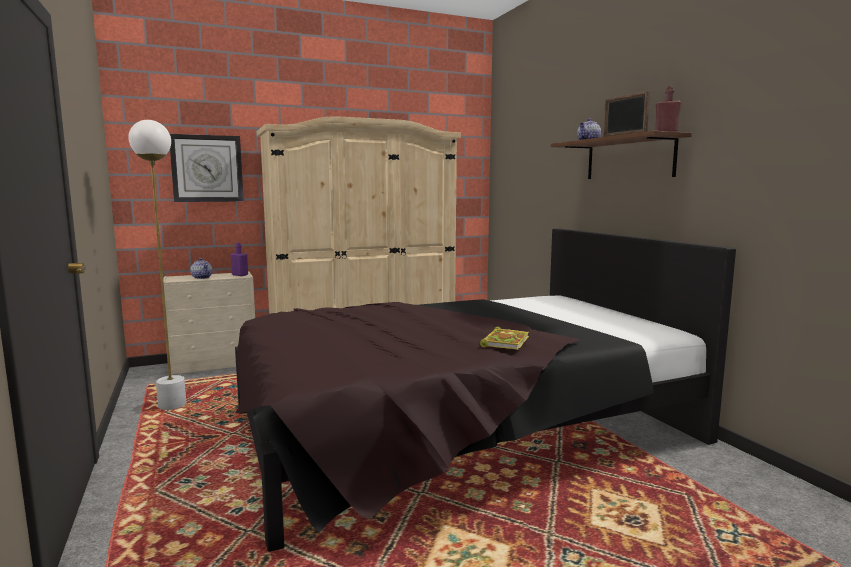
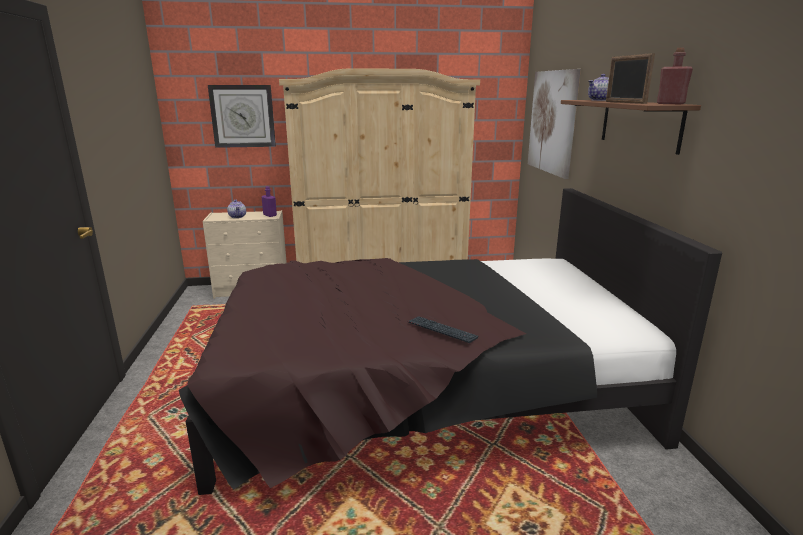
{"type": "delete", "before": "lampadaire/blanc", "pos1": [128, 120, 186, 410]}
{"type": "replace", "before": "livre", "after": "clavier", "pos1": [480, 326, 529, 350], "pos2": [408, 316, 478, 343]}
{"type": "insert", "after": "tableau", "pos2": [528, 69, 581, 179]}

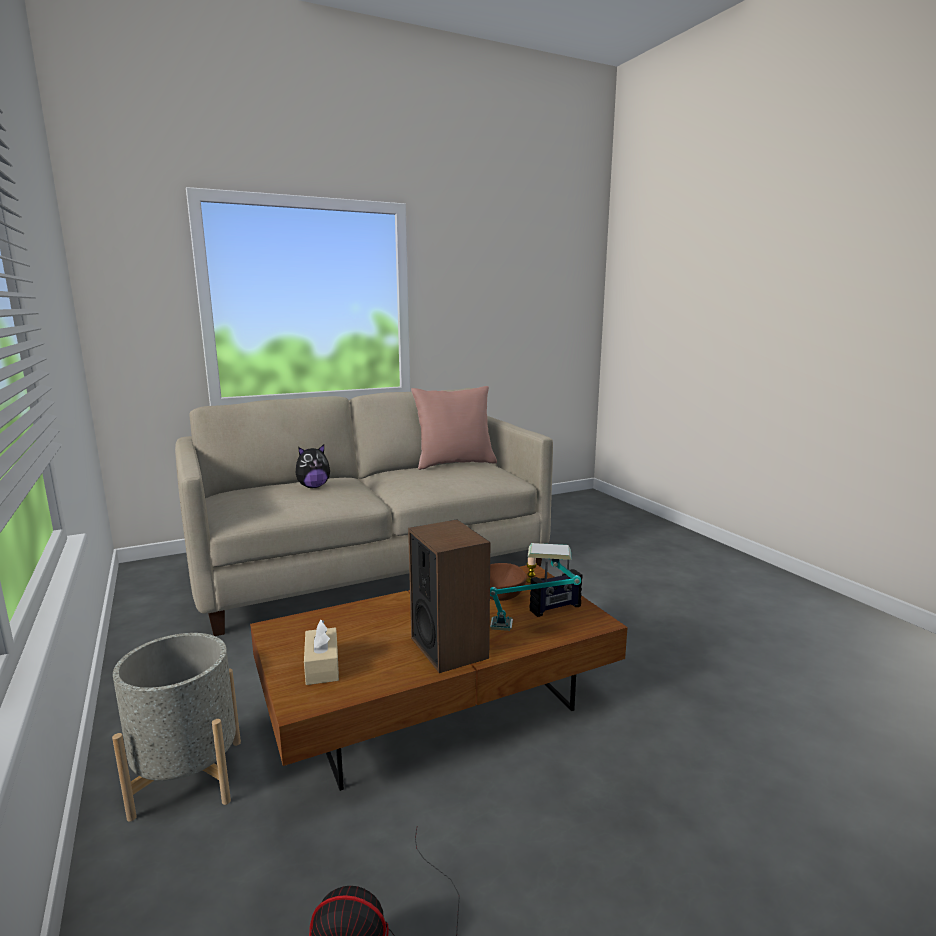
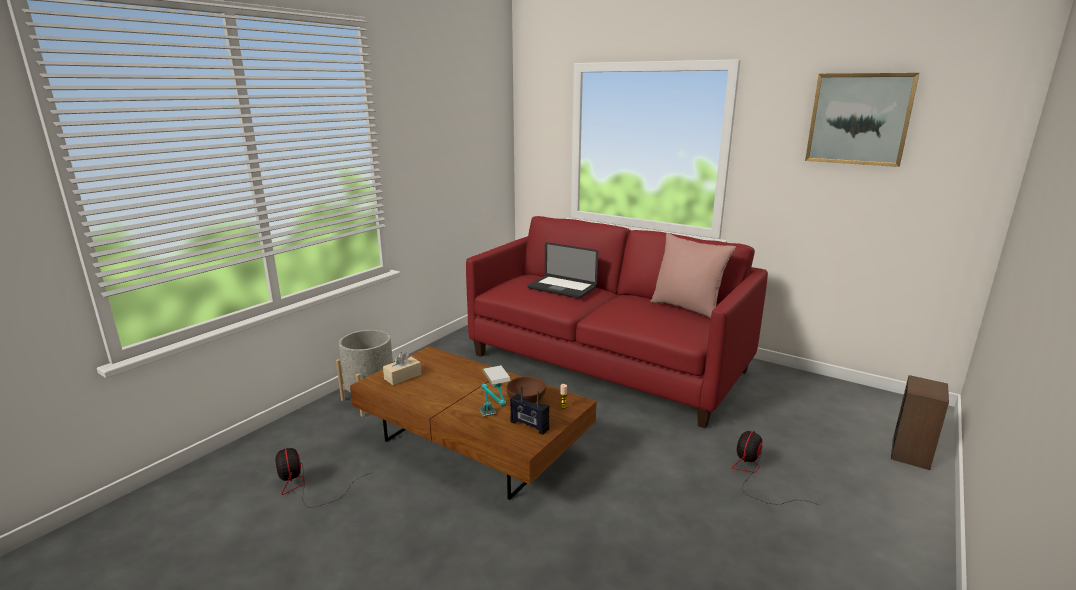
{"type": "recolor", "before": "canapé/beige", "after": "canapé/rouge", "pos1": [175, 388, 553, 636], "pos2": [466, 216, 768, 428]}
{"type": "replace", "before": "peluche", "after": "ordinateur portable", "pos1": [296, 444, 330, 488], "pos2": [527, 242, 598, 298]}
{"type": "move", "before": "enceinte", "pos1": [408, 520, 490, 673], "pos2": [891, 375, 949, 470]}
{"type": "insert", "after": "tableau", "pos2": [805, 73, 920, 167]}
{"type": "insert", "after": "ventilateur", "pos2": [732, 431, 821, 506]}

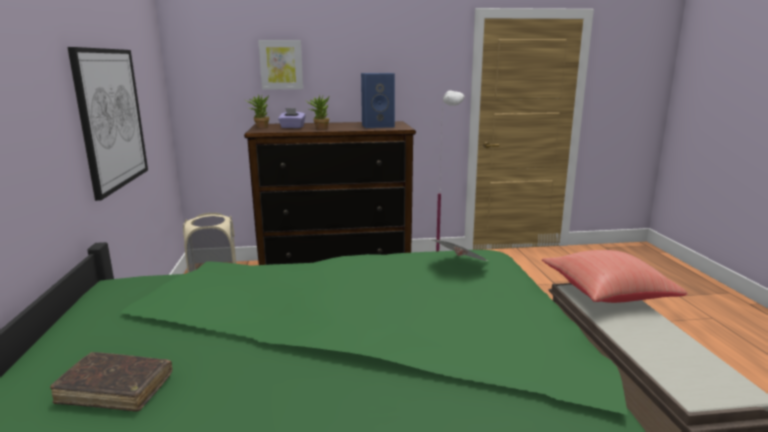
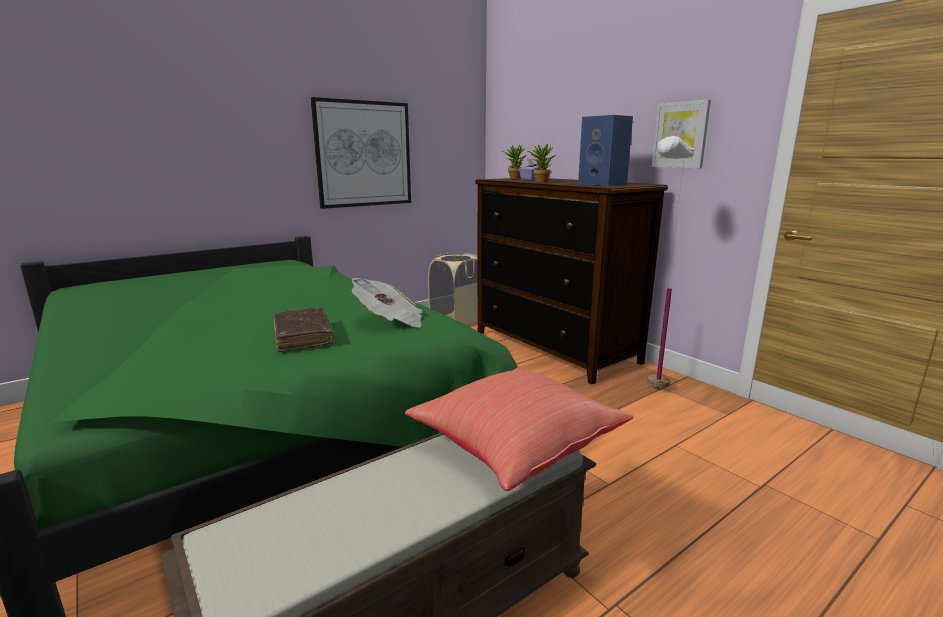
{"type": "move", "before": "tableau", "pos1": [258, 40, 303, 90], "pos2": [651, 100, 711, 168]}
{"type": "move", "before": "livre/marron", "pos1": [50, 352, 172, 412], "pos2": [274, 308, 334, 352]}

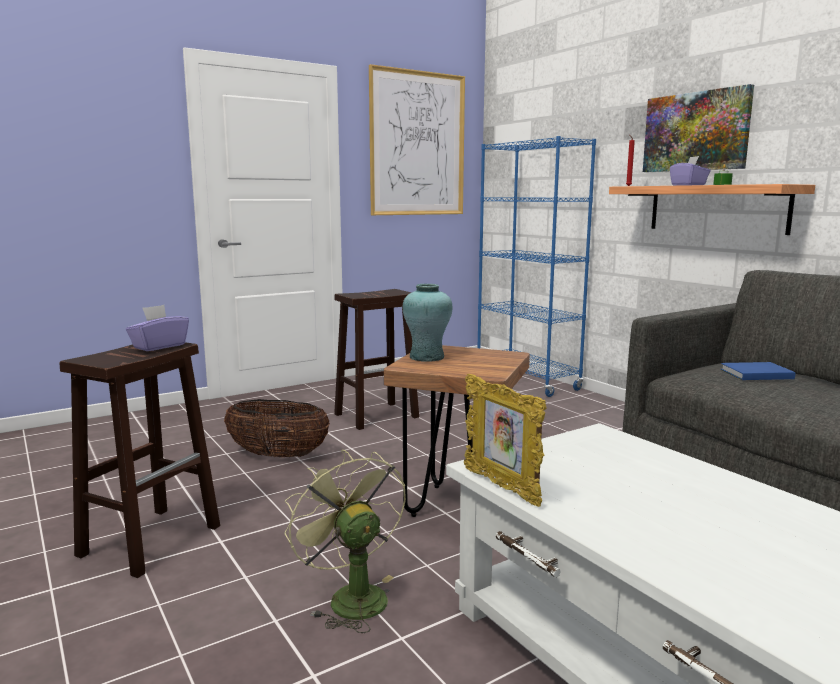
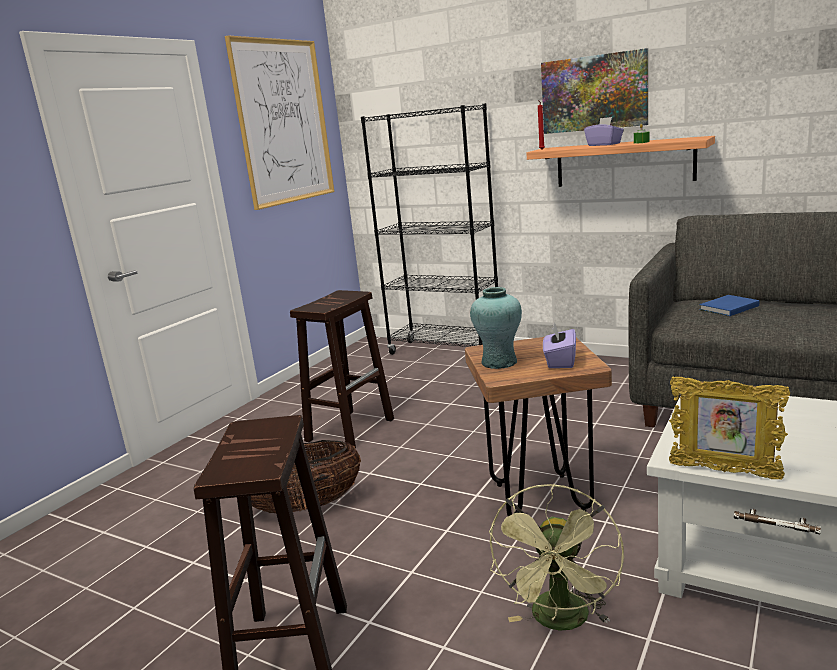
{"type": "recolor", "before": "bibliothèque/bleu", "after": "bibliothèque/noir", "pos1": [478, 136, 596, 397], "pos2": [361, 103, 498, 355]}
{"type": "move", "before": "boîte à mouchoirs/violet", "pos1": [126, 305, 189, 351], "pos2": [543, 322, 576, 368]}
{"type": "rotate", "before": "ventilateur/vert", "pos1": [285, 450, 406, 633], "pos2": [489, 483, 624, 631], "turn": -105}

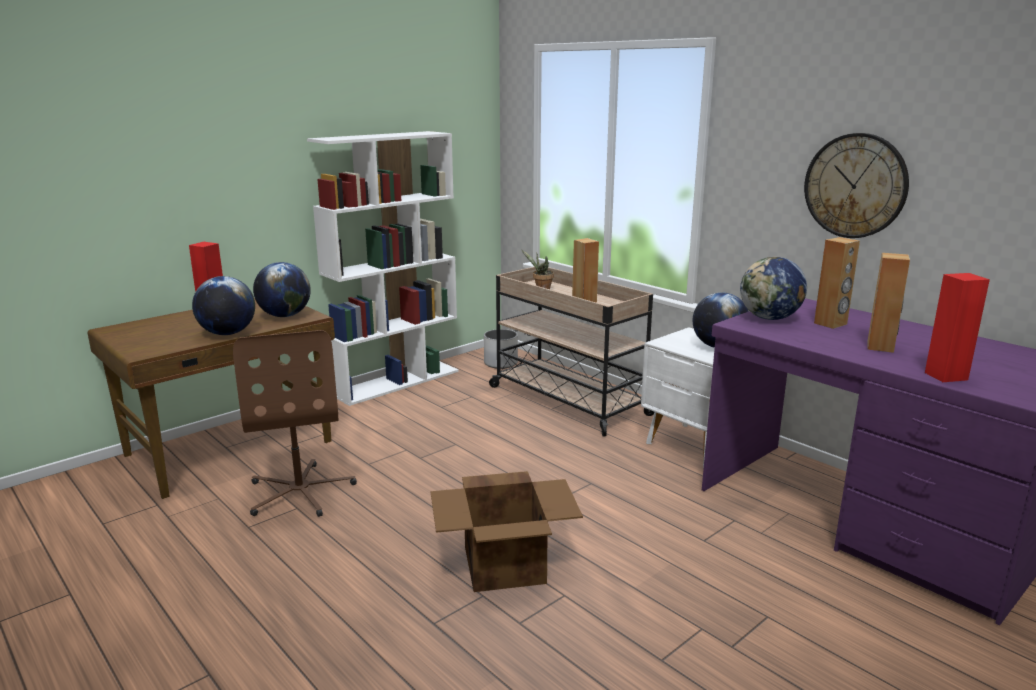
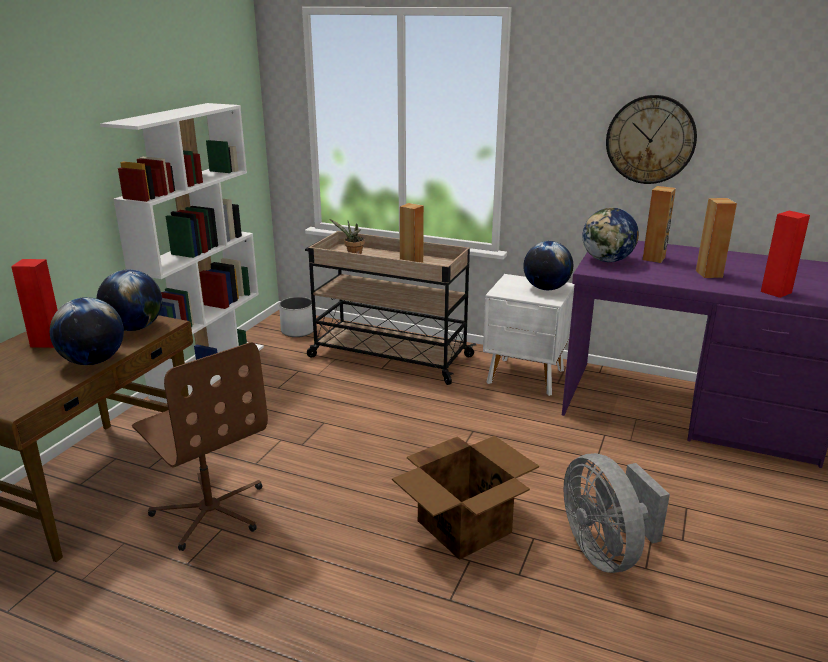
{"type": "insert", "after": "ventilateur/gris", "pos2": [564, 453, 670, 573]}

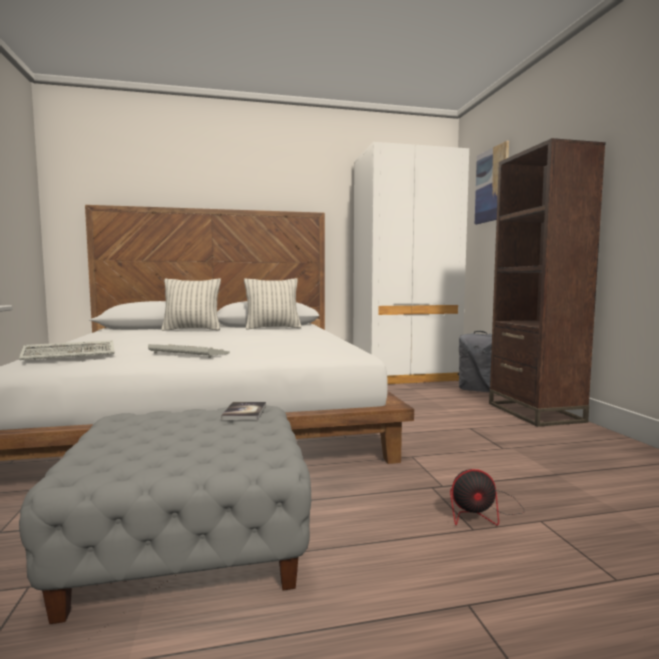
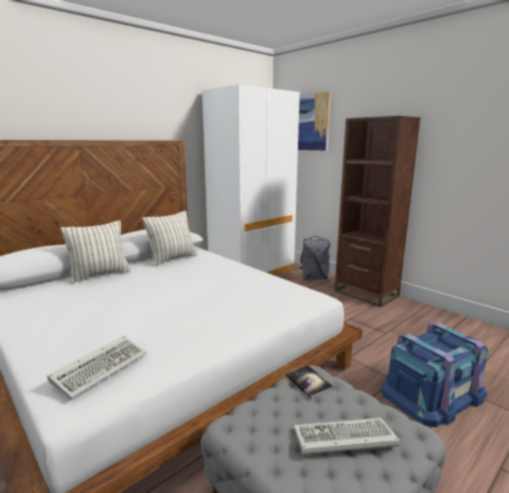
{"type": "move", "before": "clavier", "pos1": [148, 344, 230, 358], "pos2": [294, 418, 400, 455]}
{"type": "replace", "before": "ventilateur", "after": "boîte de rangement/bleu", "pos1": [450, 469, 524, 526], "pos2": [381, 323, 488, 428]}

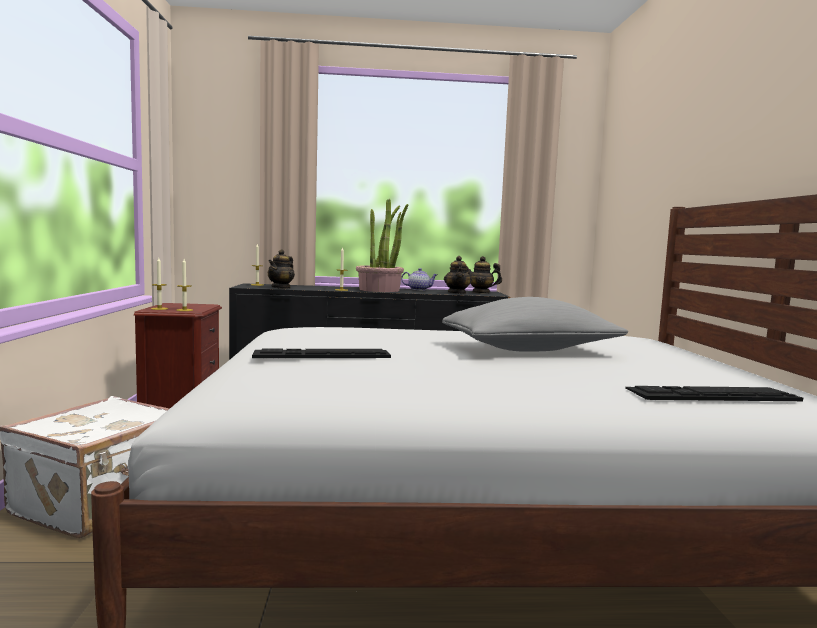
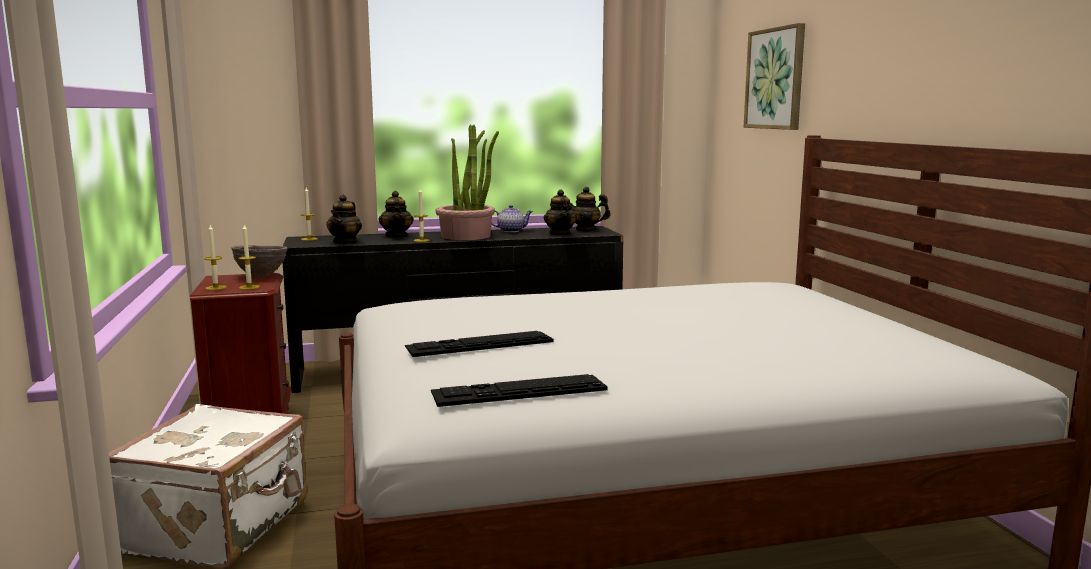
{"type": "delete", "before": "coussin/gris", "pos1": [442, 297, 628, 352]}
{"type": "move", "before": "clavier", "pos1": [625, 386, 803, 401], "pos2": [431, 374, 608, 407]}
{"type": "insert", "after": "tableau", "pos2": [744, 23, 805, 130]}
{"type": "insert", "after": "théière", "pos2": [378, 191, 414, 238]}
{"type": "insert", "after": "bol/marron", "pos2": [231, 245, 287, 277]}

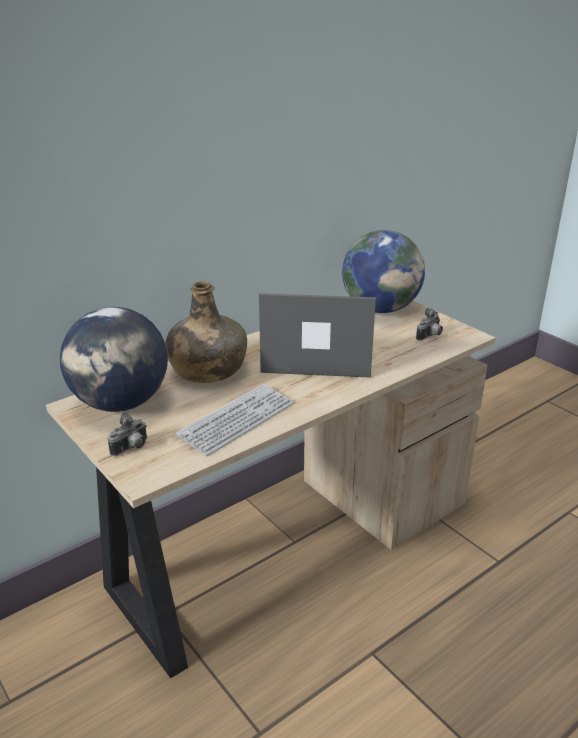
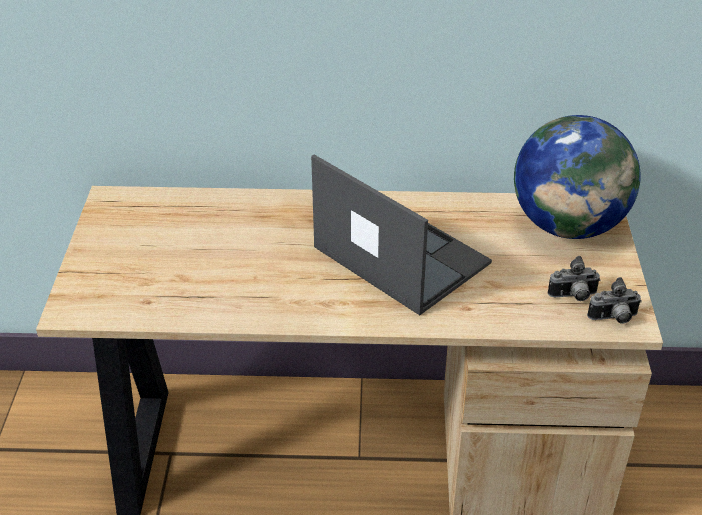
{"type": "delete", "before": "bouteille/vert", "pos1": [165, 281, 247, 383]}
{"type": "delete", "before": "globe", "pos1": [60, 307, 168, 412]}
{"type": "delete", "before": "clavier", "pos1": [176, 384, 294, 456]}
{"type": "move", "before": "appareil photo", "pos1": [108, 413, 147, 456], "pos2": [587, 277, 642, 324]}

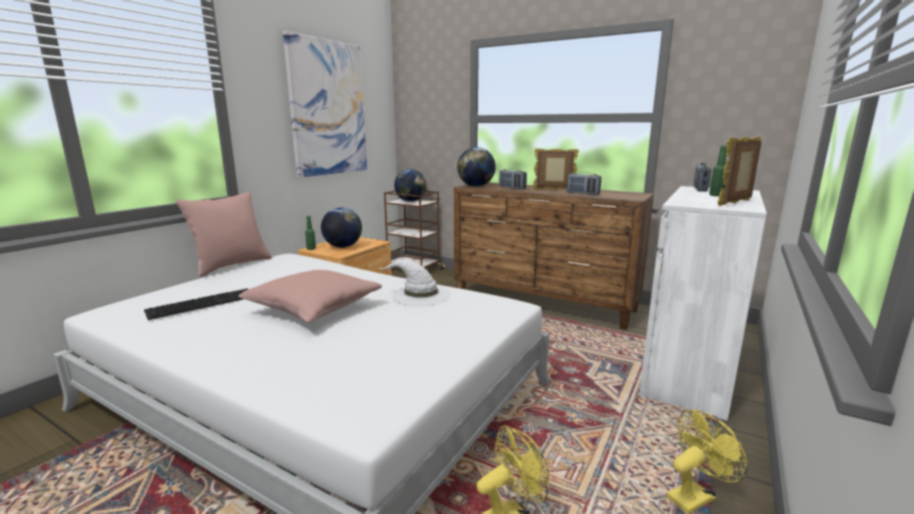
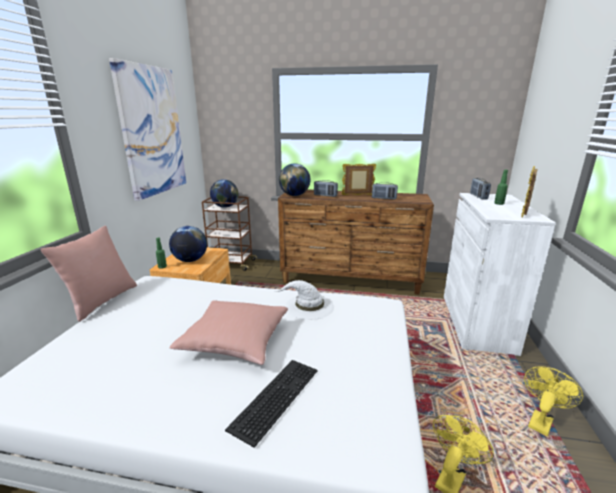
{"type": "move", "before": "clavier", "pos1": [144, 288, 249, 320], "pos2": [225, 360, 318, 448]}

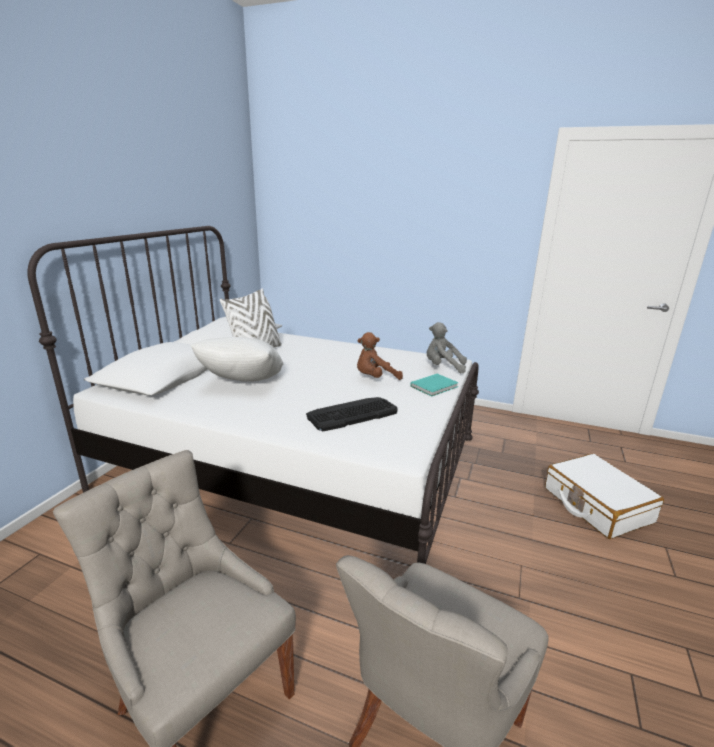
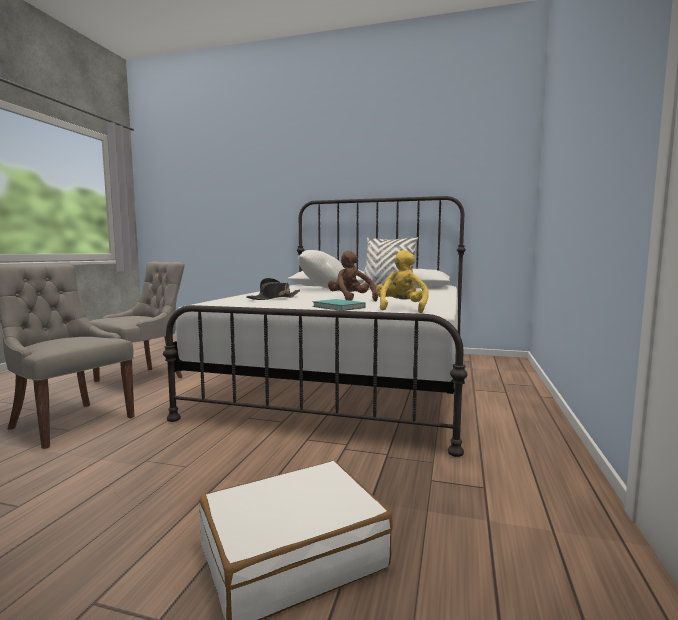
{"type": "recolor", "before": "peluche/gris", "after": "peluche/jaune", "pos1": [427, 322, 467, 373], "pos2": [376, 250, 429, 313]}
{"type": "replace", "before": "clavier", "after": "chapeau/noir", "pos1": [306, 397, 398, 431], "pos2": [246, 278, 300, 300]}

